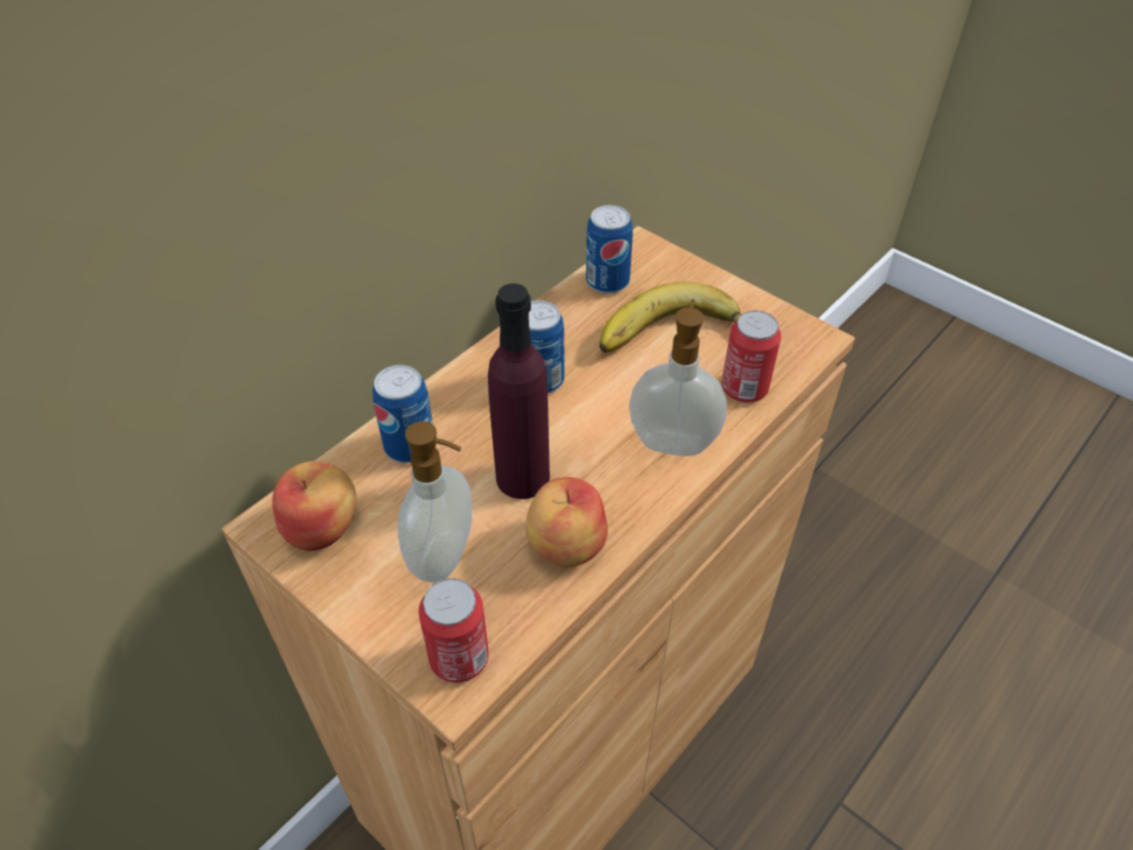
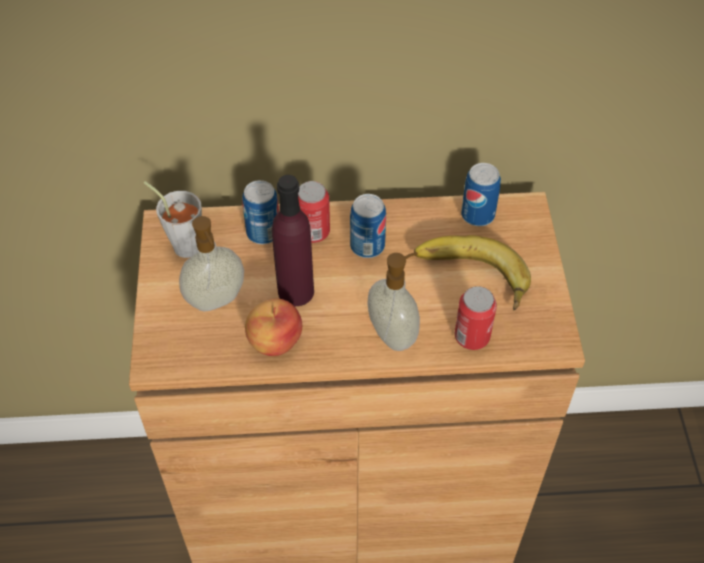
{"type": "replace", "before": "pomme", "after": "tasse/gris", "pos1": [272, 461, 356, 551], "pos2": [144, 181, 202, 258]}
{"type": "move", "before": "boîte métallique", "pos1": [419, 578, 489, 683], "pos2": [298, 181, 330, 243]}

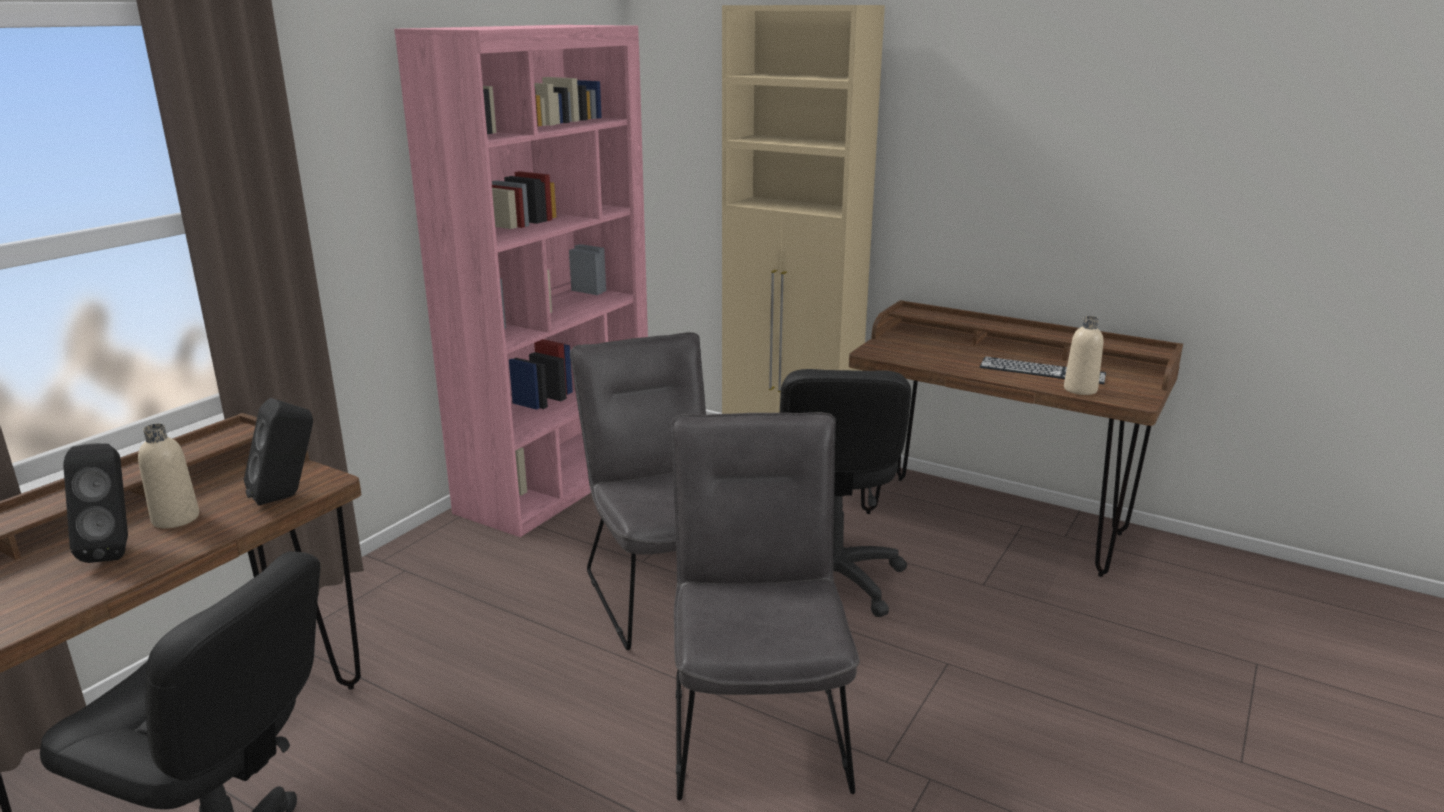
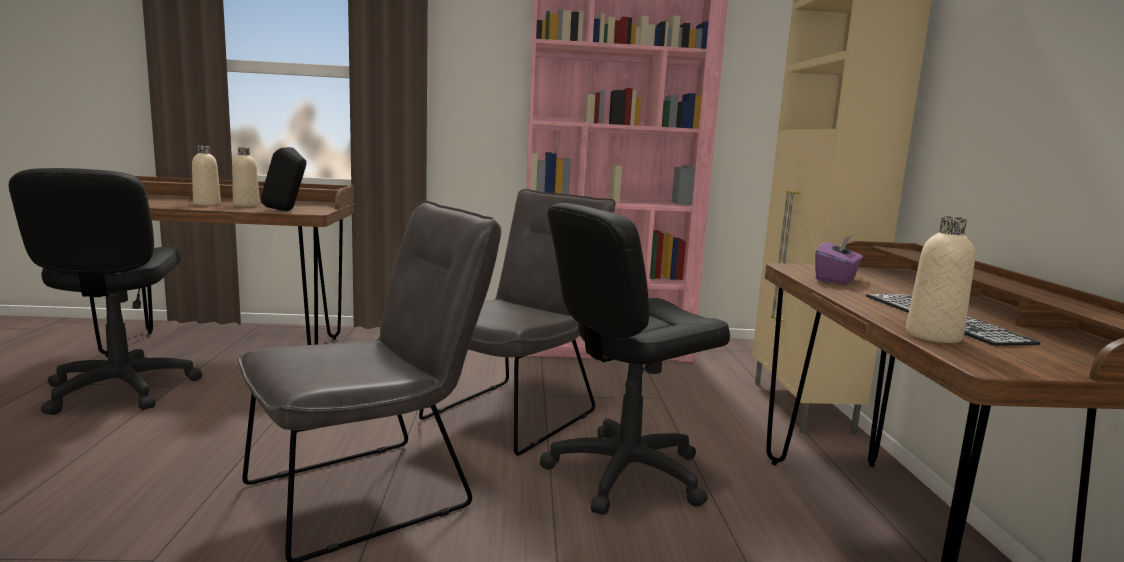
{"type": "replace", "before": "enceinte/noir", "after": "bouteille/beige", "pos1": [63, 443, 128, 563], "pos2": [192, 146, 221, 205]}
{"type": "insert", "after": "boîte à mouchoirs/violet", "pos2": [815, 235, 863, 284]}

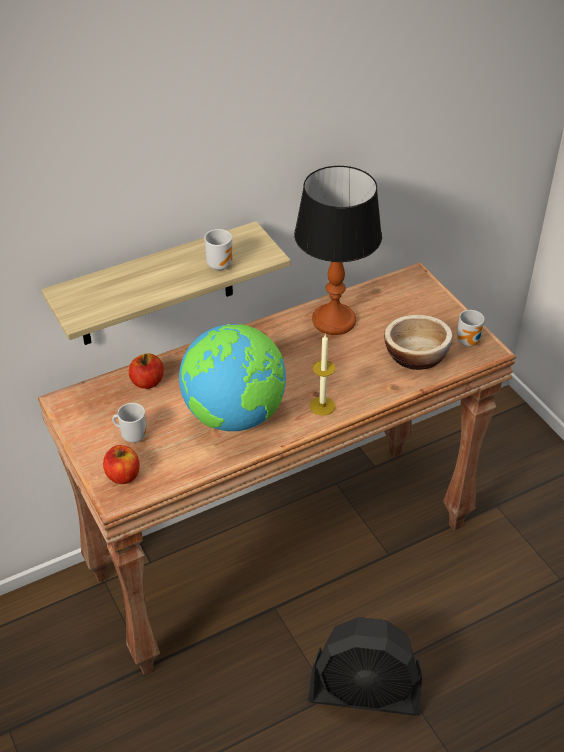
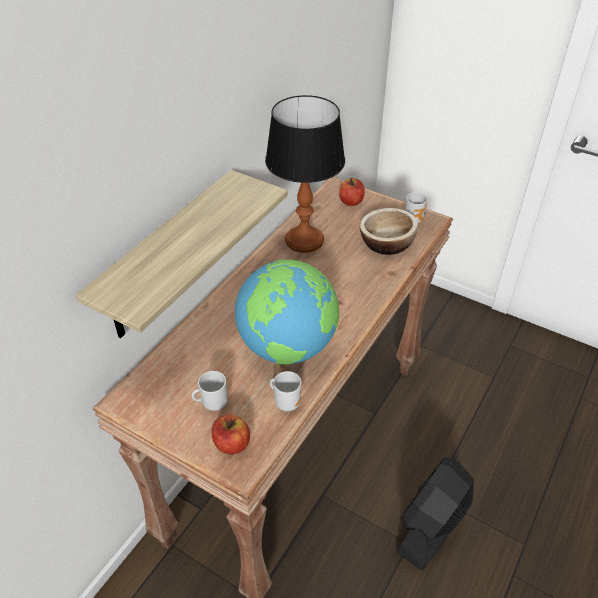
{"type": "move", "before": "mug", "pos1": [204, 229, 232, 271], "pos2": [270, 371, 301, 411]}
{"type": "delete", "before": "bougie", "pos1": [309, 334, 335, 416]}
{"type": "move", "before": "pomme", "pos1": [129, 353, 164, 389], "pos2": [339, 178, 365, 206]}
{"type": "rotate", "before": "ventilateur/noir", "pos1": [308, 617, 422, 716], "pos2": [396, 457, 474, 571], "turn": 150}

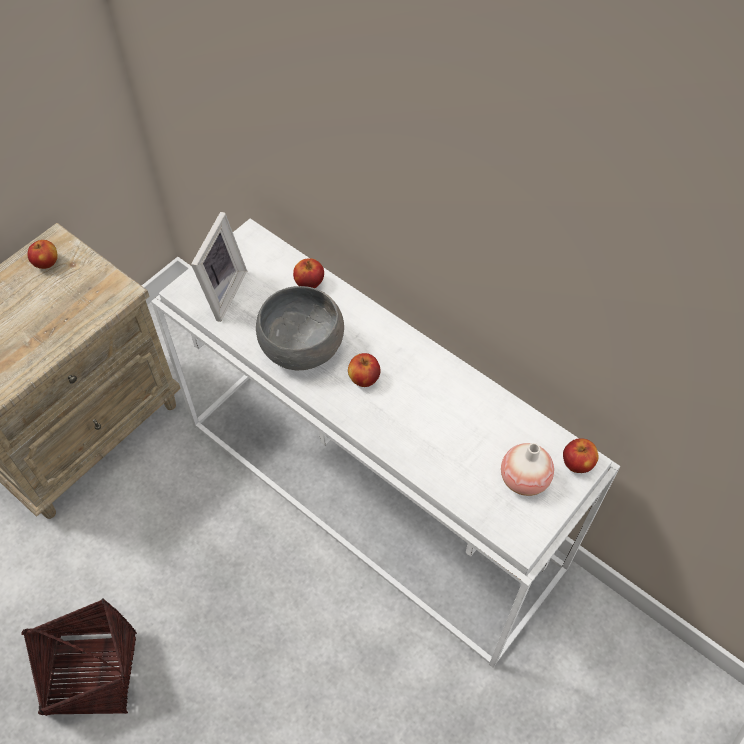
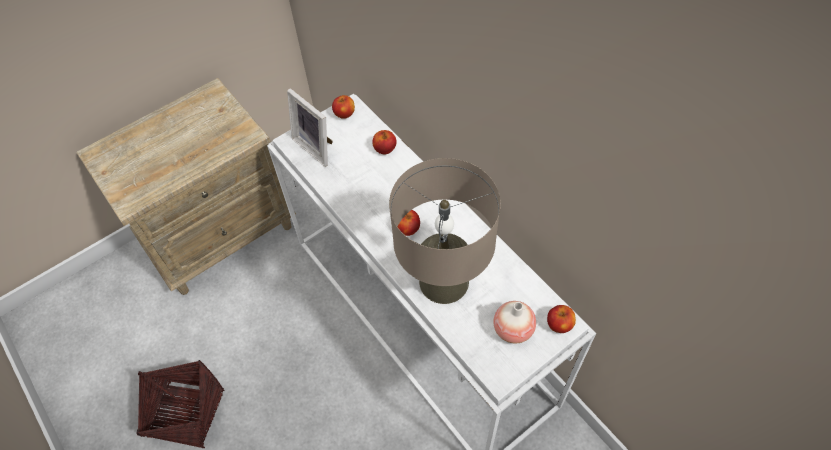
{"type": "rotate", "before": "cadre photo", "pos1": [191, 212, 247, 322], "pos2": [287, 88, 333, 167], "turn": 105}
{"type": "move", "before": "pomme", "pos1": [27, 240, 58, 269], "pos2": [332, 95, 355, 119]}
{"type": "delete", "before": "bol/gris", "pos1": [256, 286, 344, 370]}
{"type": "insert", "after": "lampe de table/beige", "pos2": [389, 158, 501, 304]}

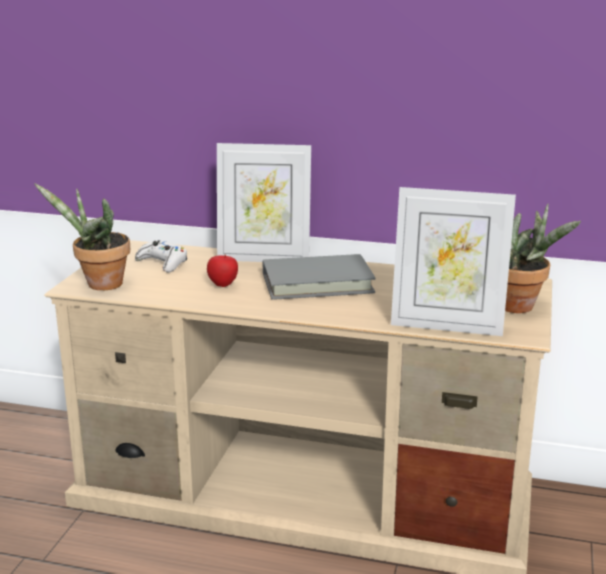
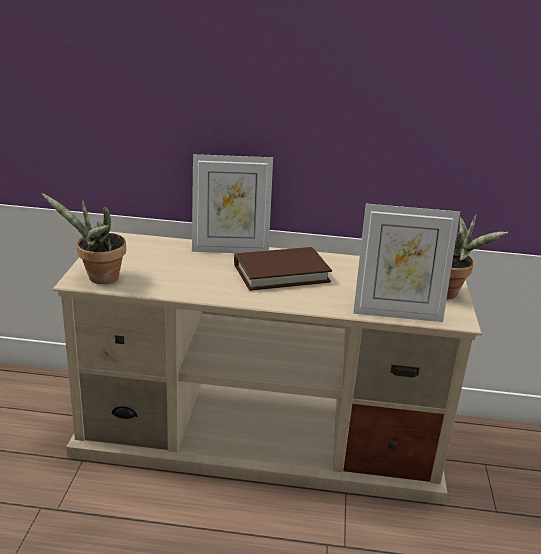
{"type": "delete", "before": "manette/blanc", "pos1": [135, 240, 187, 272]}
{"type": "delete", "before": "pomme", "pos1": [207, 254, 238, 287]}
{"type": "recolor", "before": "livre/gris", "after": "livre/marron", "pos1": [263, 254, 376, 300], "pos2": [234, 247, 332, 291]}

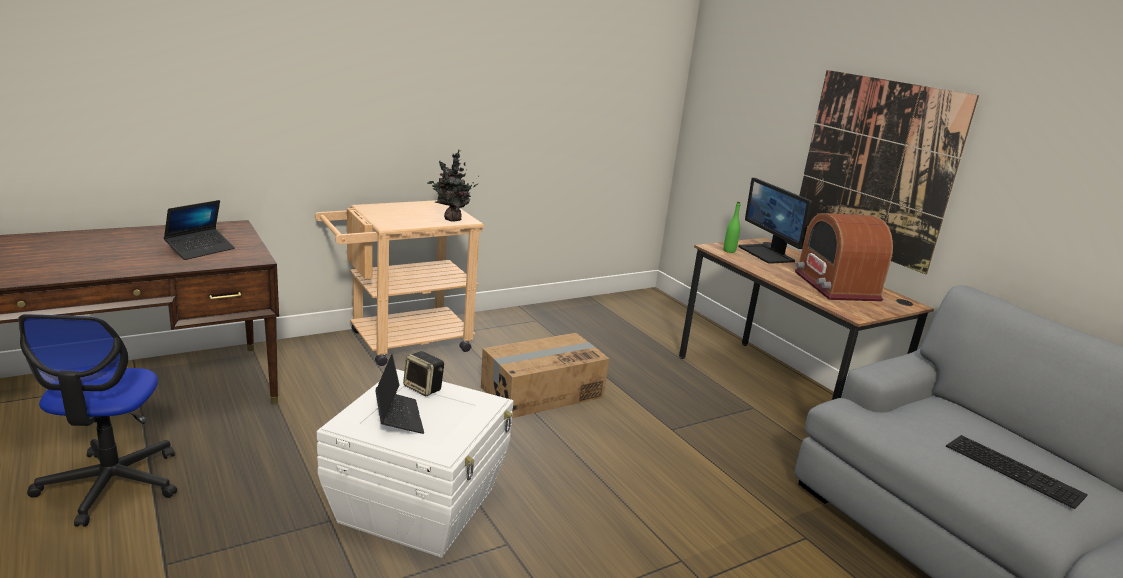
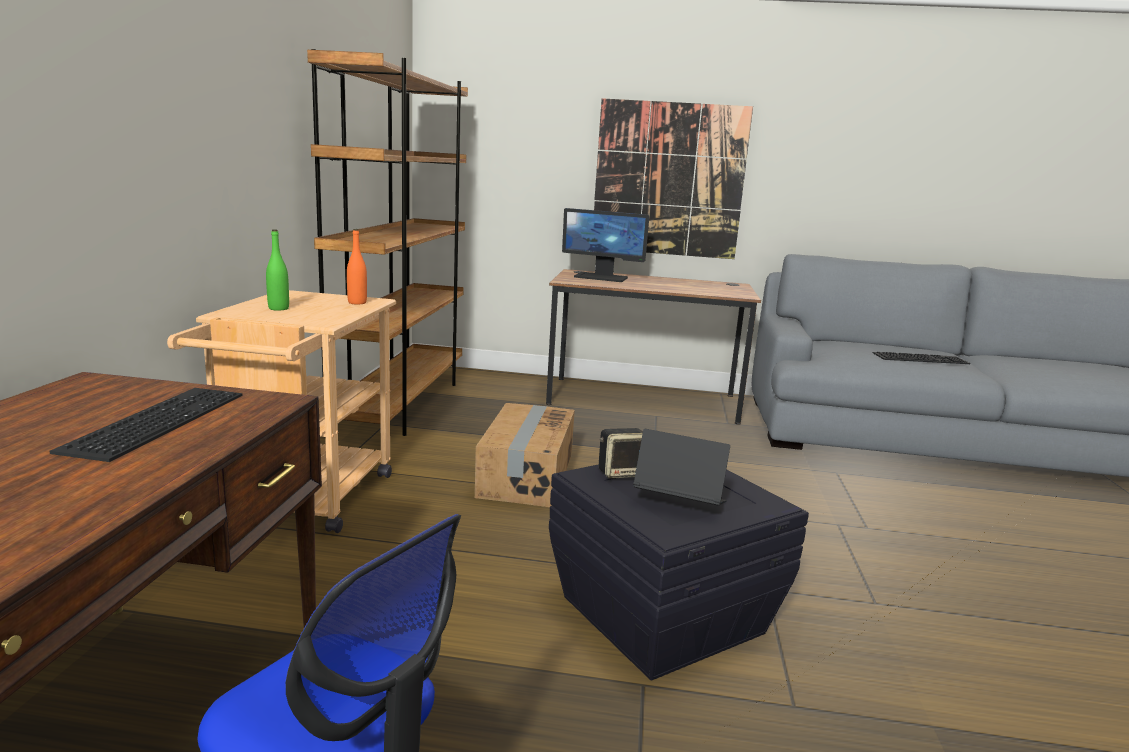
{"type": "replace", "before": "plante en pot", "after": "bouteille/orange", "pos1": [427, 149, 479, 222], "pos2": [347, 229, 367, 305]}
{"type": "replace", "before": "ordinateur portable", "after": "clavier", "pos1": [164, 200, 235, 260], "pos2": [49, 388, 243, 462]}
{"type": "move", "before": "bouteille/vert", "pos1": [723, 202, 741, 253], "pos2": [266, 229, 289, 311]}
{"type": "delete", "before": "radio", "pos1": [795, 213, 893, 301]}
{"type": "recolor", "before": "boîte de rangement/blanc", "after": "boîte de rangement/noir", "pos1": [317, 369, 513, 558], "pos2": [549, 464, 809, 680]}
{"type": "insert", "after": "bibliothèque/marron", "pos2": [307, 49, 468, 436]}

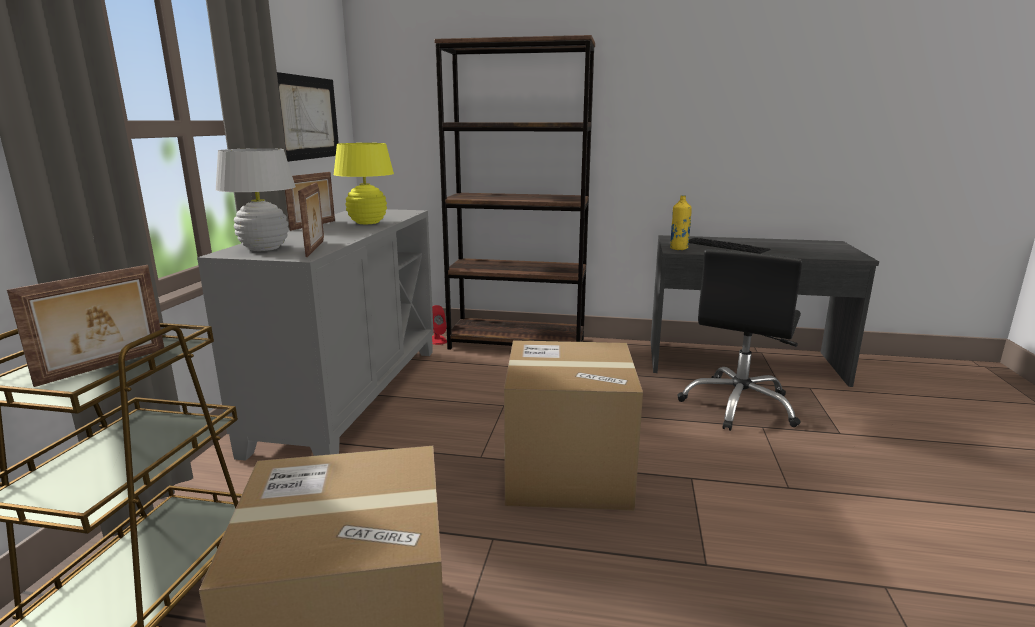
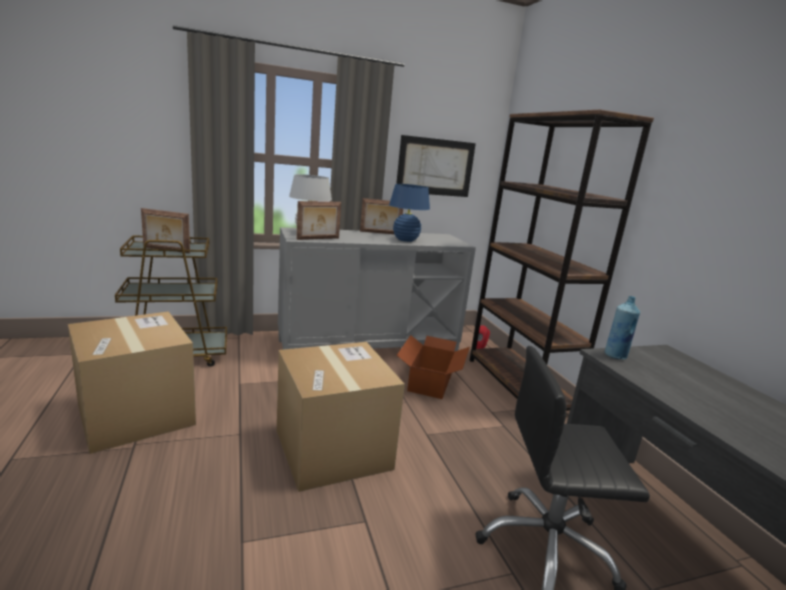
{"type": "recolor", "before": "lampe de table/jaune", "after": "lampe de table/bleu", "pos1": [334, 143, 394, 224], "pos2": [389, 184, 430, 242]}
{"type": "recolor", "before": "bouteille/jaune", "after": "bouteille/bleu", "pos1": [670, 195, 692, 250], "pos2": [605, 296, 640, 359]}
{"type": "delete", "before": "clavier", "pos1": [689, 238, 771, 254]}
{"type": "insert", "after": "carton", "pos2": [397, 335, 470, 399]}

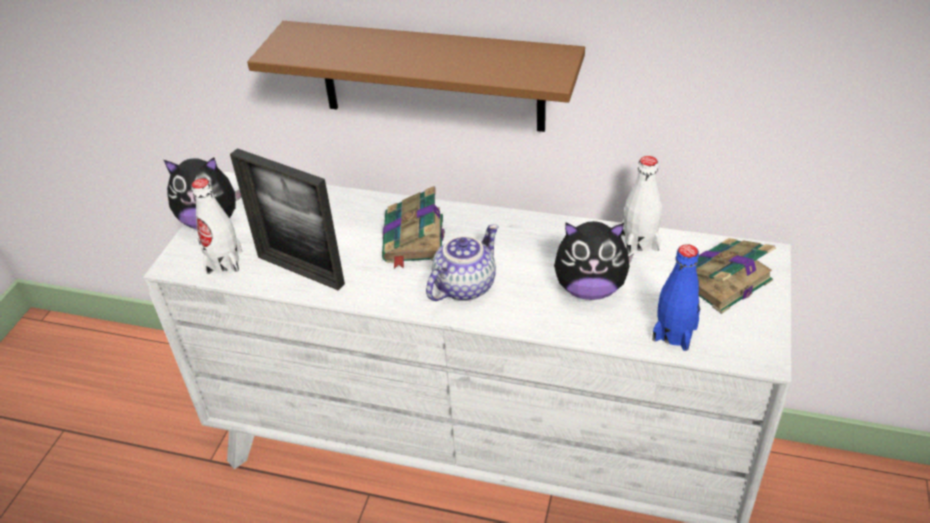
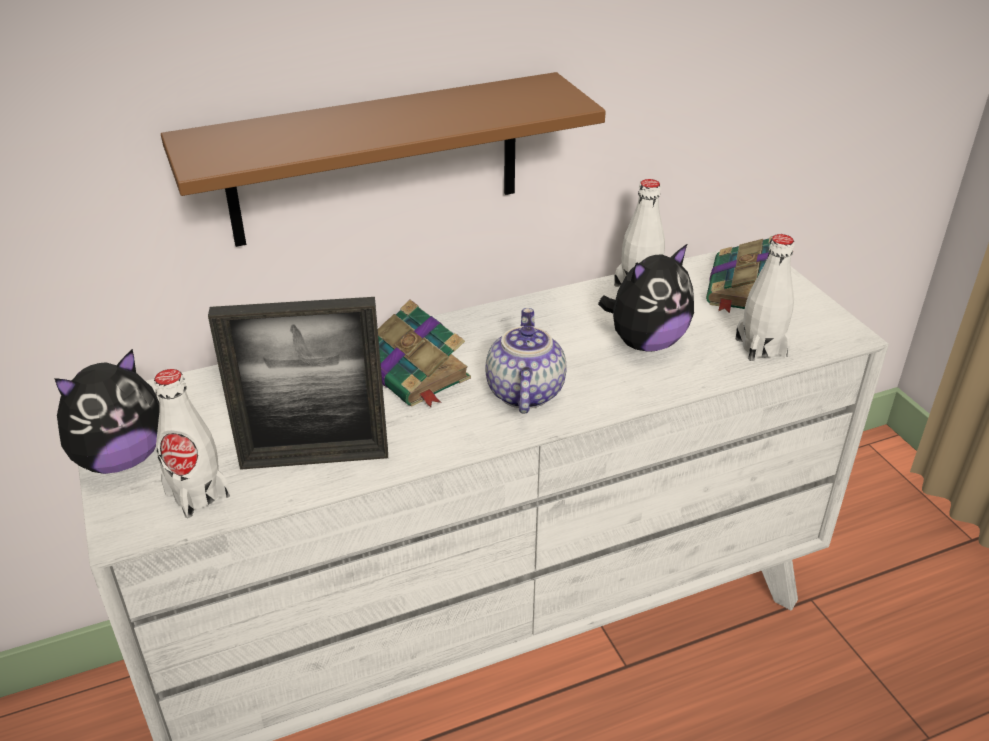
{"type": "recolor", "before": "bouteille/bleu", "after": "bouteille/blanc", "pos1": [652, 244, 700, 351], "pos2": [736, 234, 794, 361]}

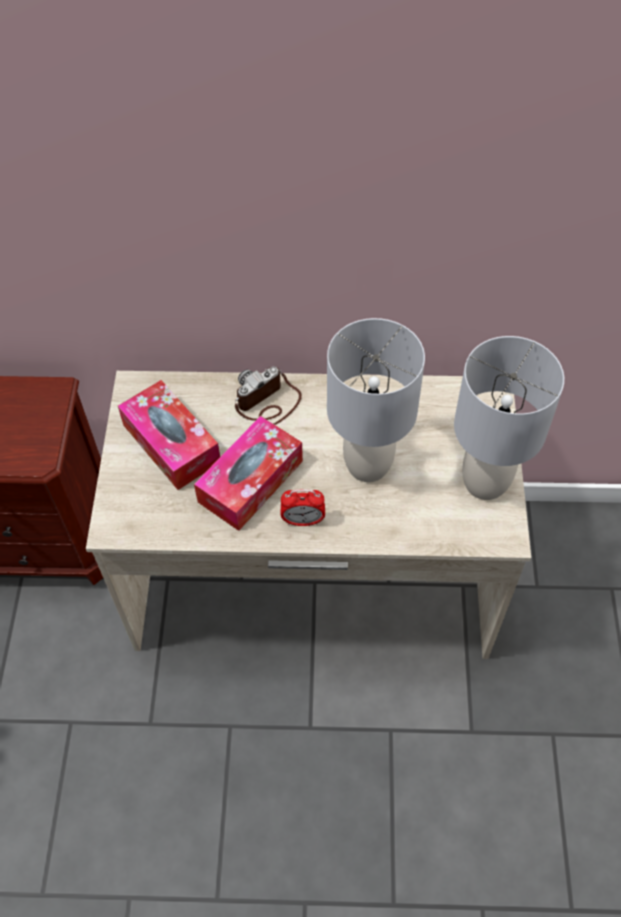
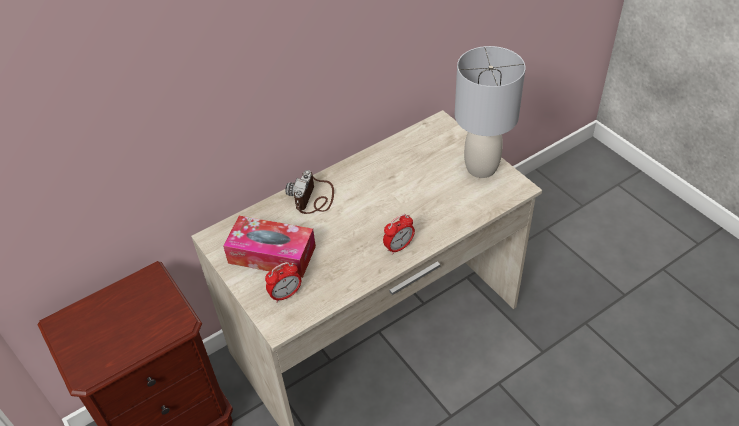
{"type": "delete", "before": "lampe de table/gris", "pos1": [327, 318, 425, 482]}
{"type": "delete", "before": "boîte à mouchoirs", "pos1": [194, 416, 303, 531]}
{"type": "insert", "after": "réveil", "pos2": [265, 262, 301, 302]}

